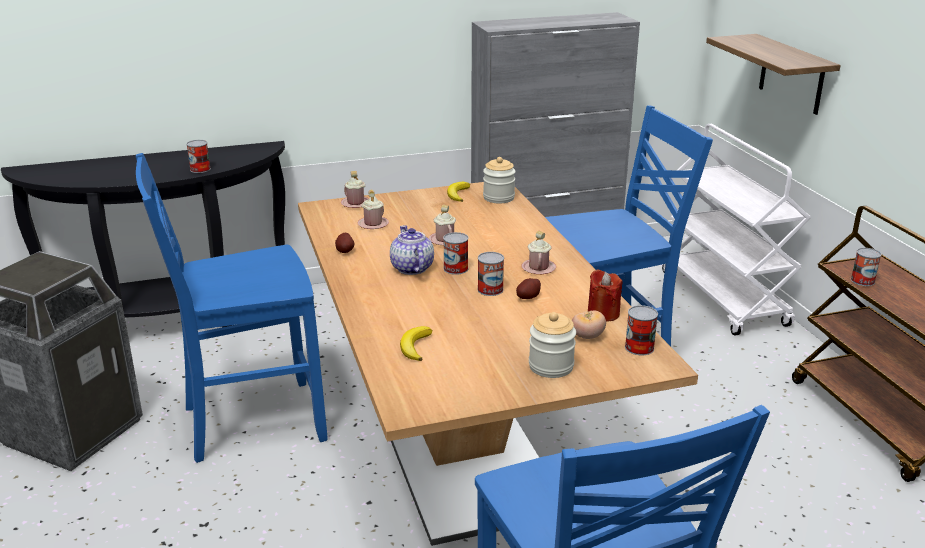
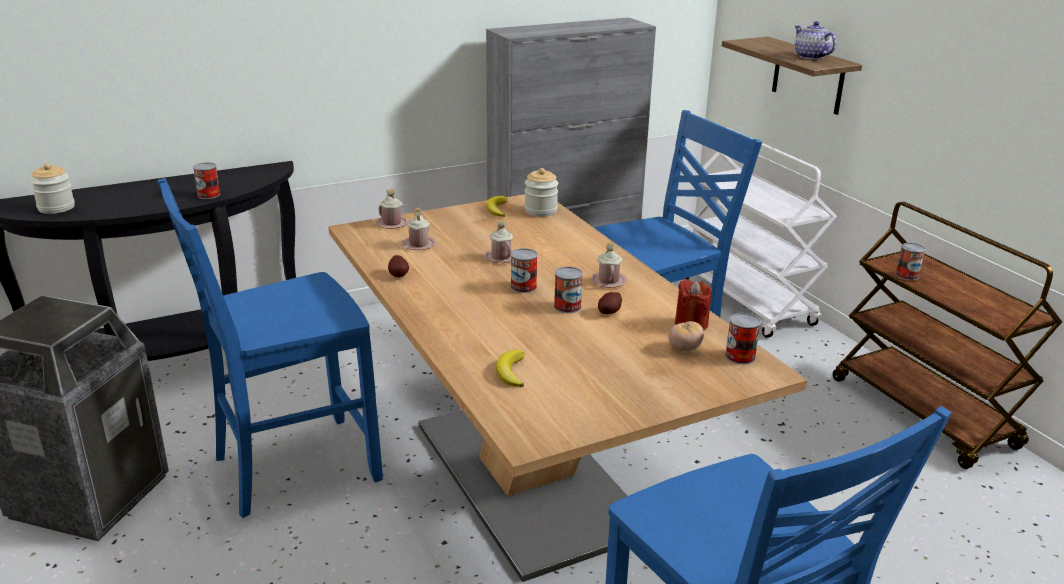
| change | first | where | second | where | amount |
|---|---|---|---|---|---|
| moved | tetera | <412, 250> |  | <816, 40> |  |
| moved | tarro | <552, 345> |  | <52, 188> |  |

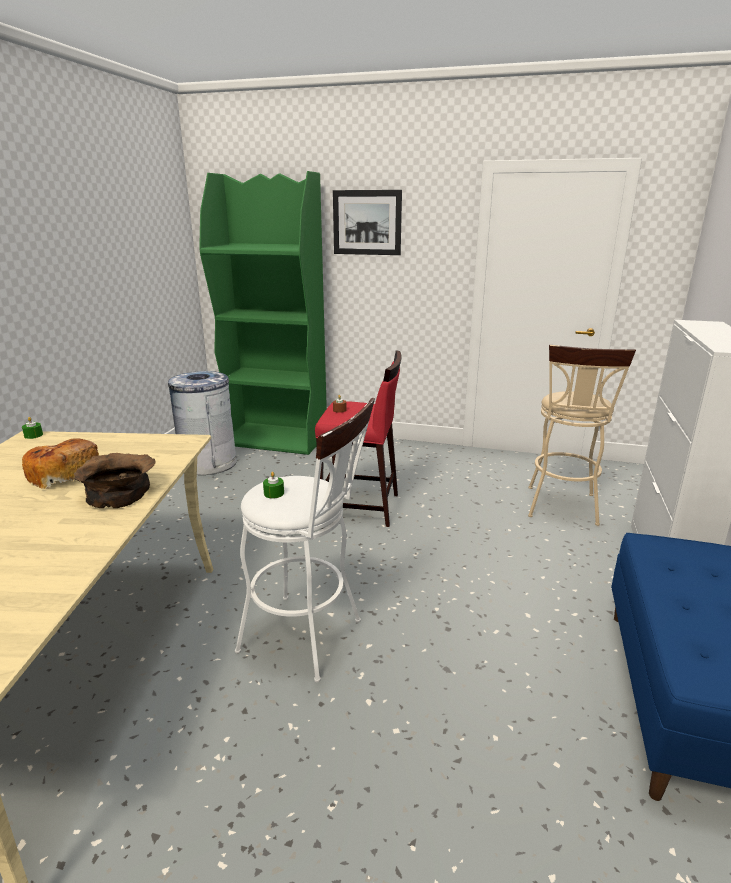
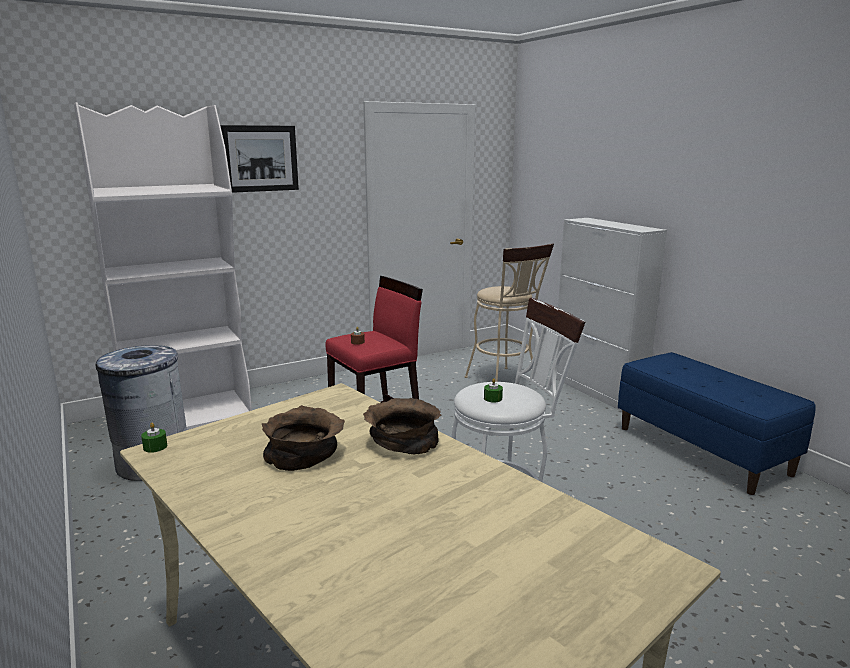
| change | first | where | second | where | amount |
|---|---|---|---|---|---|
| replaced | pan | <60, 463> | cuenco/marrón | <303, 438> |  |
| recoloured | estantería/verde | <263, 313> | estantería/blanco | <163, 266> |  |

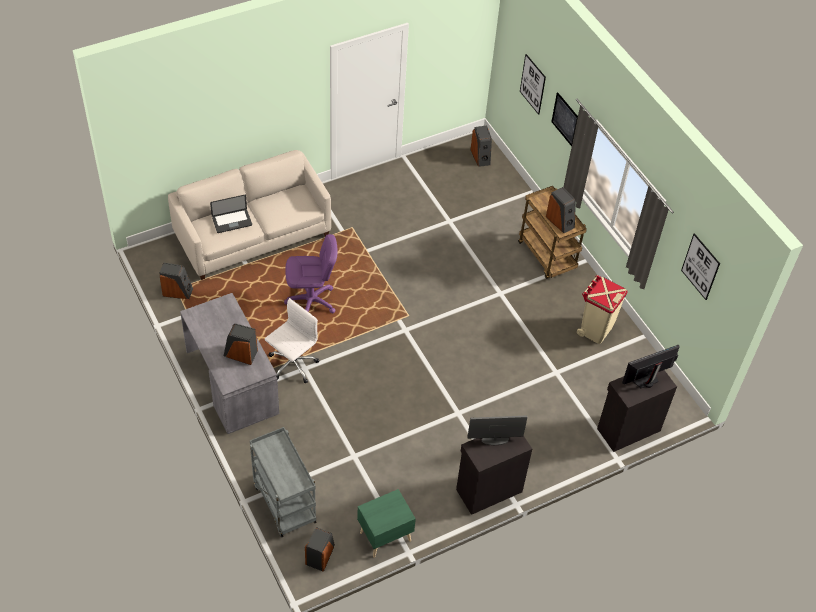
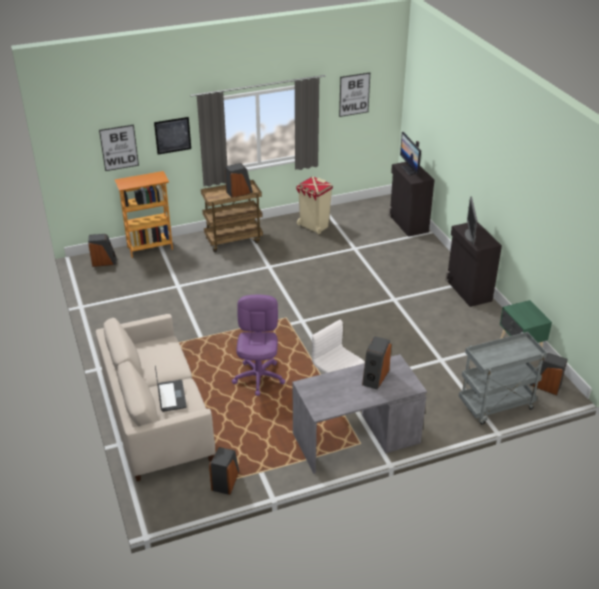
| change | first | where | second | where | amount |
|---|---|---|---|---|---|
| added |  |  | estantería | <143, 214> |  |

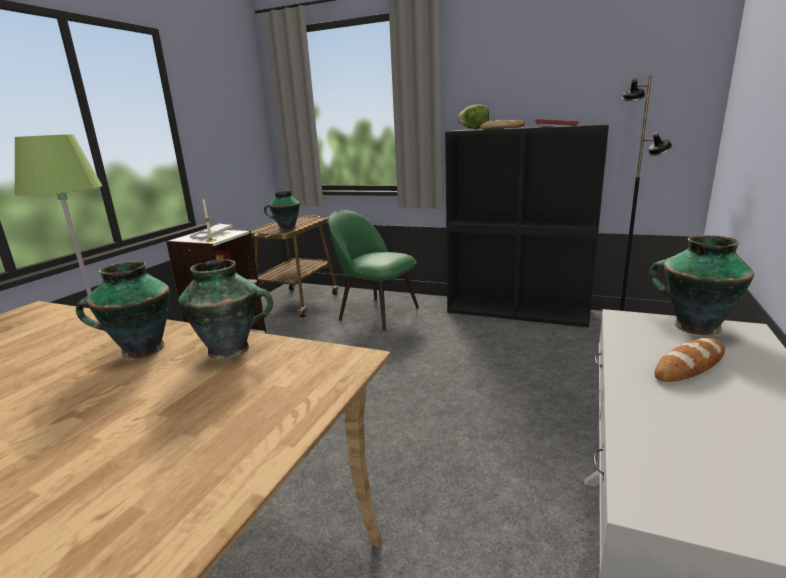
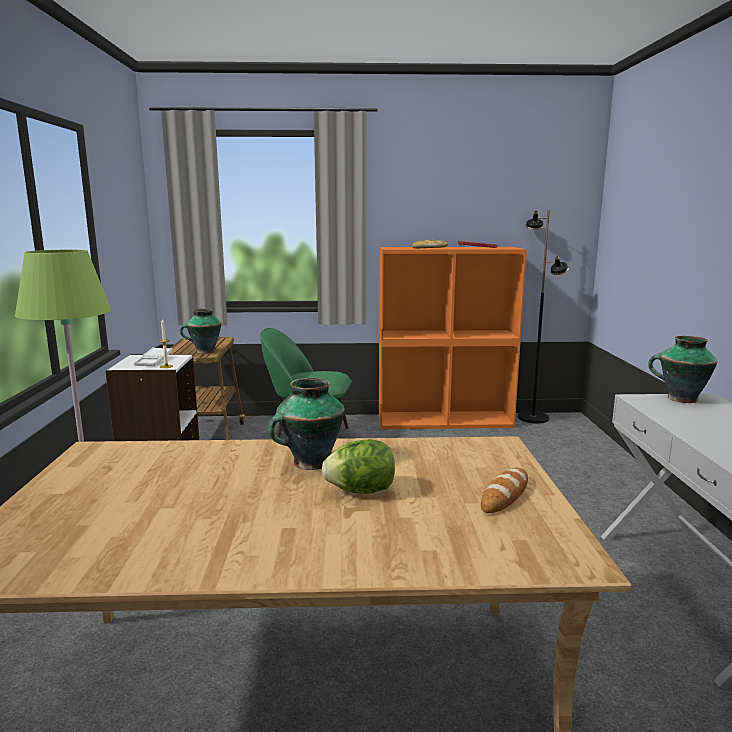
| change | first | where | second | where | amount |
|---|---|---|---|---|---|
| removed | florero | <225, 309> |  |  |  |
| moved | lechuga | <473, 116> |  | <358, 466> |  |
| moved | pan | <689, 360> |  | <504, 490> |  |
| recoloured | estantería/negro | <527, 226> | estantería/naranja | <453, 338> |  |

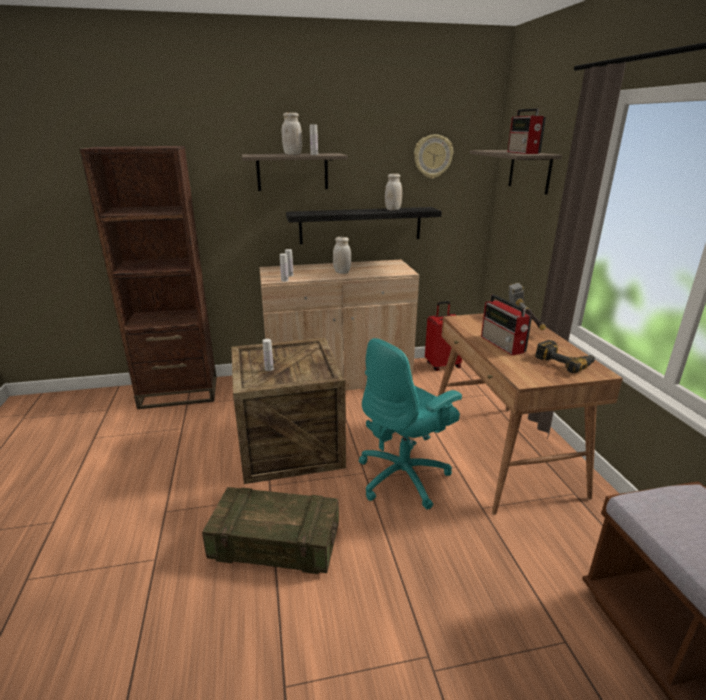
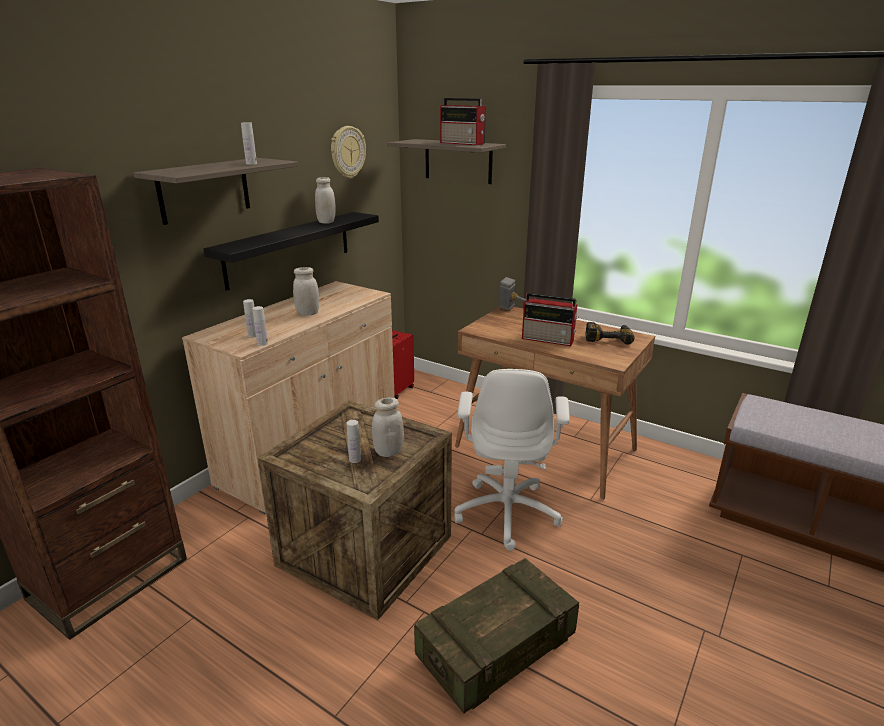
| change | first | where | second | where | amount |
|---|---|---|---|---|---|
| moved | tarro/blanco | <292, 134> |  | <388, 427> |  |
| recoloured | silla de oficina/turquesa | <410, 423> | silla de oficina/blanco | <512, 460> |  |

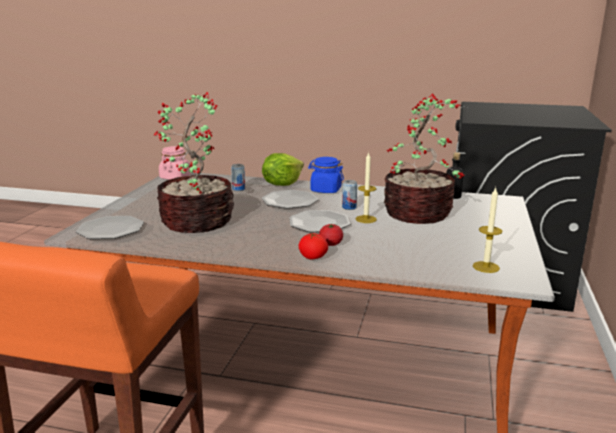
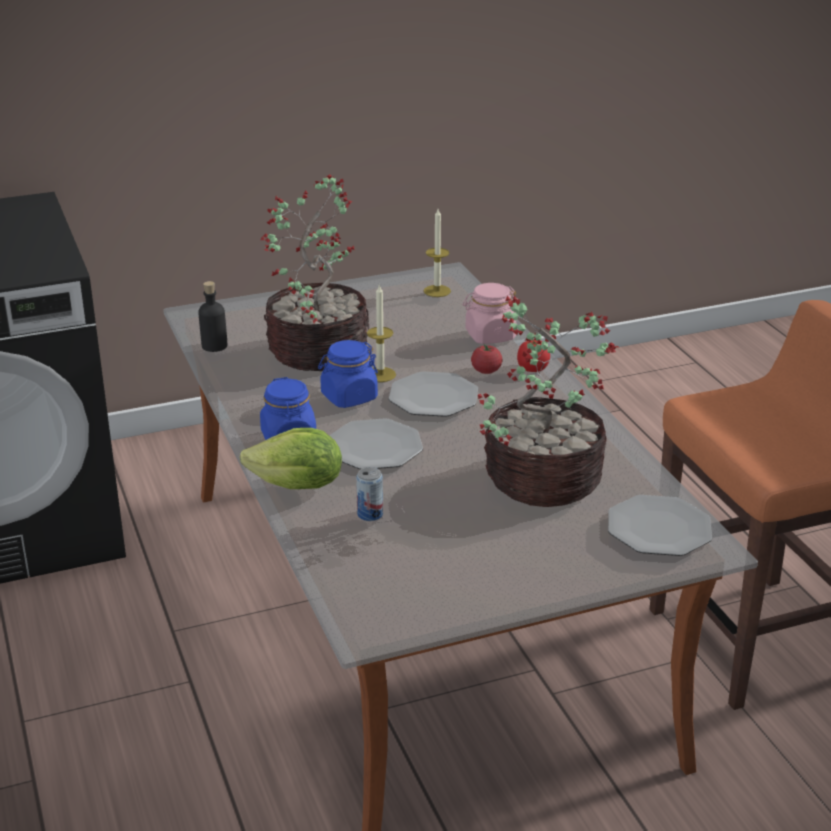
| change | first | where | second | where | amount |
|---|---|---|---|---|---|
| moved | tarro/rosa | <175, 163> |  | <490, 313> |  |
| replaced | lata | <349, 195> | tarro/azul | <348, 374> |  |

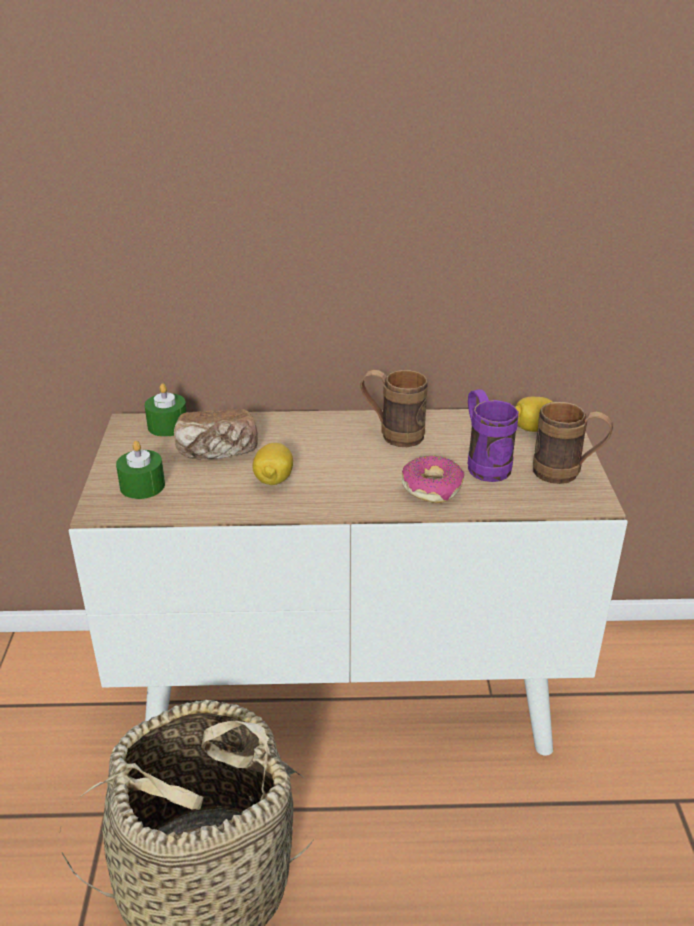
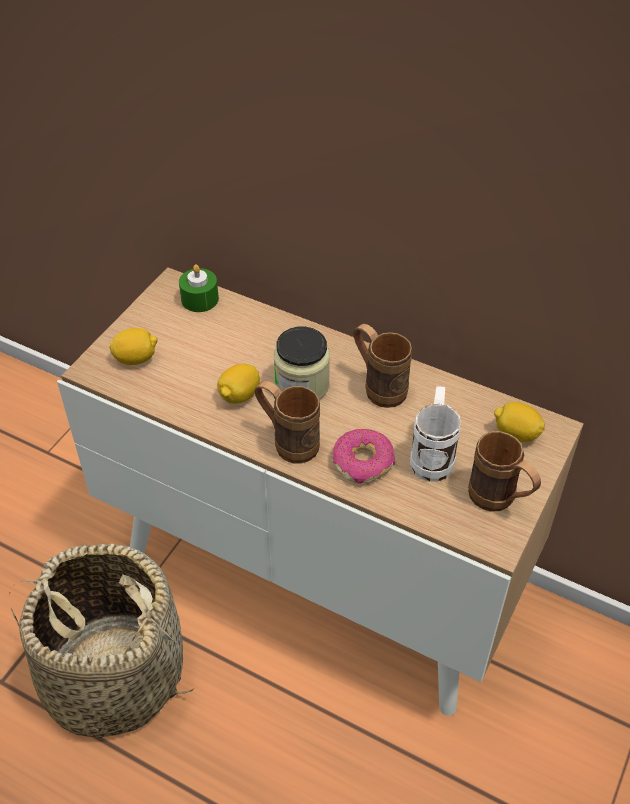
| change | first | where | second | where | amount |
|---|---|---|---|---|---|
| removed | pan | <216, 434> |  |  |  |
| added |  |  | taza grande/marrón | <287, 422> |  |
| added |  |  | tarro | <302, 362> |  |
| replaced | vela/verde | <140, 470> | limón | <134, 346> |  |
| recoloured | taza grande/morado | <493, 435> | taza grande/blanco | <435, 434> |  |

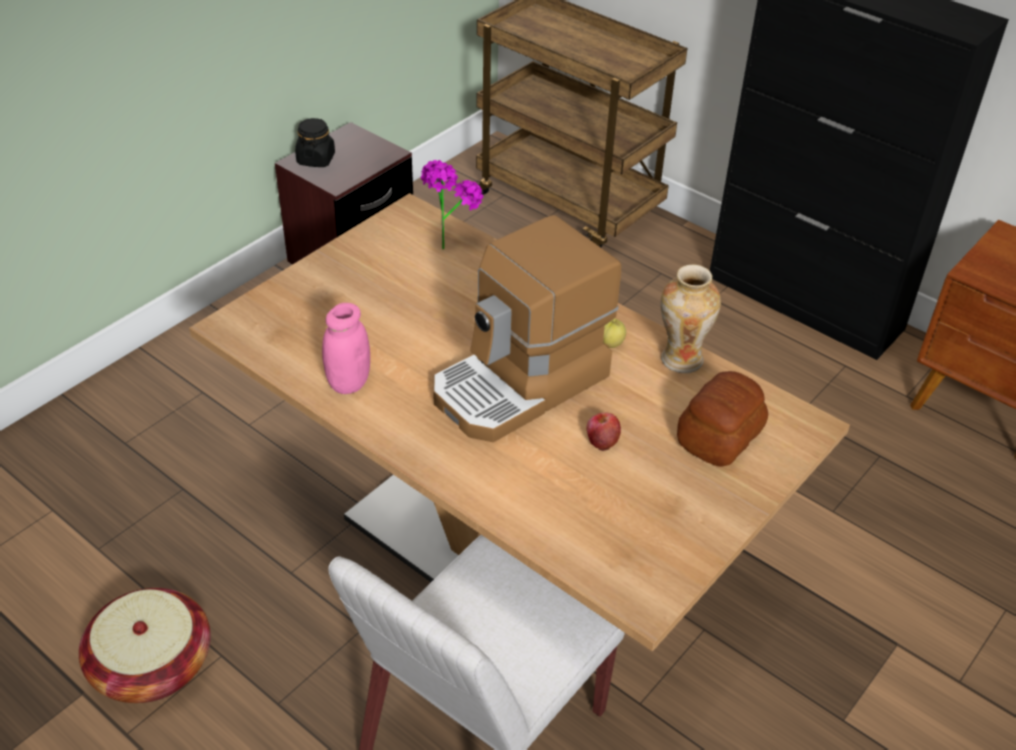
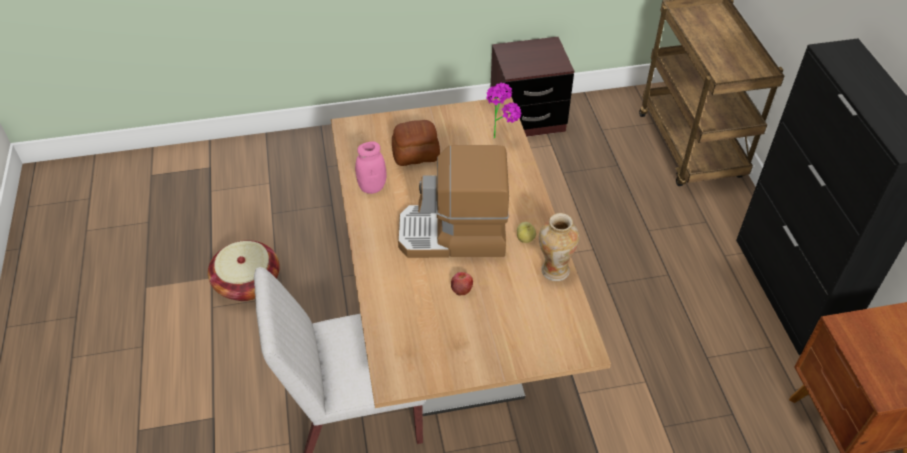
| change | first | where | second | where | amount |
|---|---|---|---|---|---|
| removed | tarro/negro | <315, 142> |  |  |  |
| moved | pan | <722, 419> |  | <416, 143> |  |

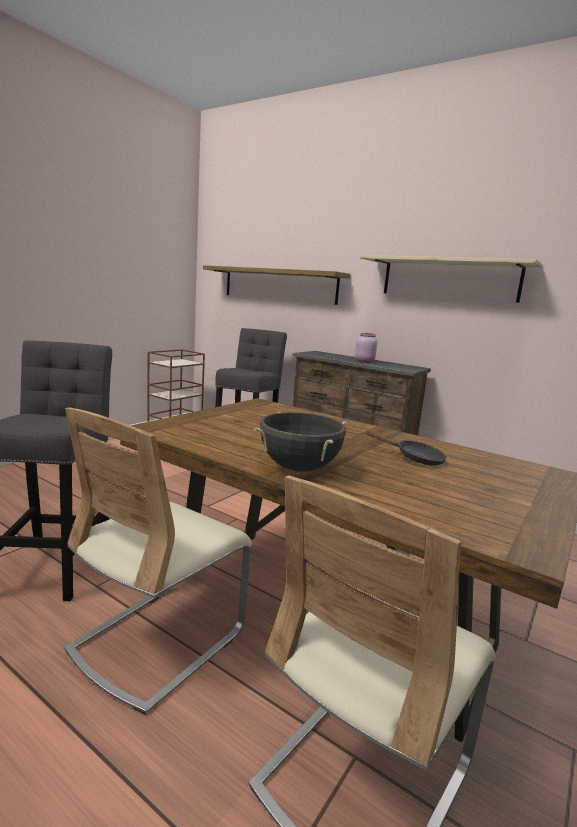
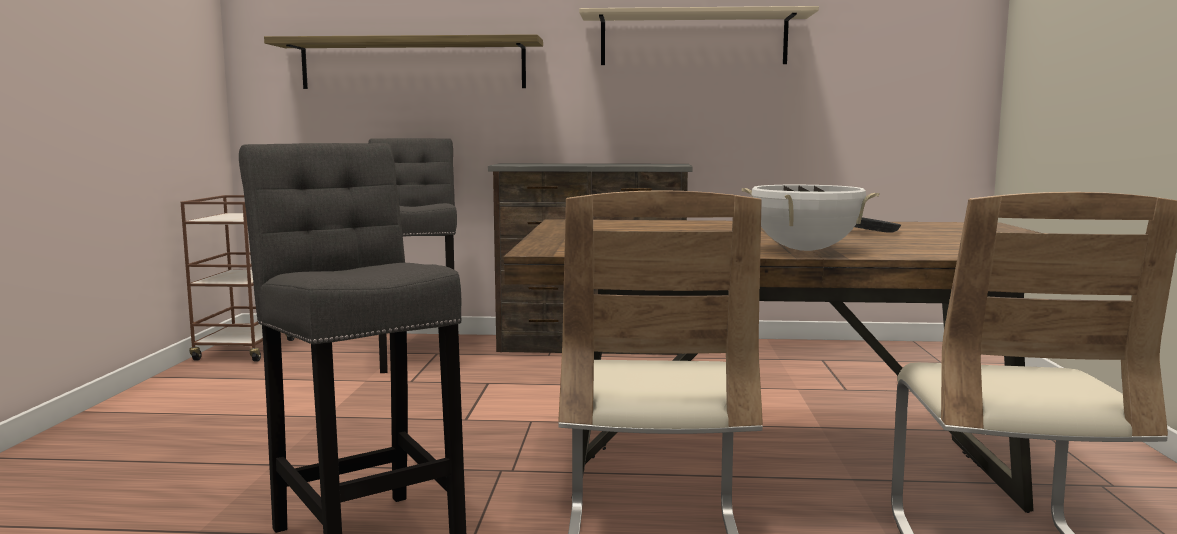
| change | first | where | second | where | amount |
|---|---|---|---|---|---|
| removed | tarro/rosa | <366, 347> |  |  |  |
| recoloured | olla/negro | <301, 441> | olla/blanco | <810, 218> |  |

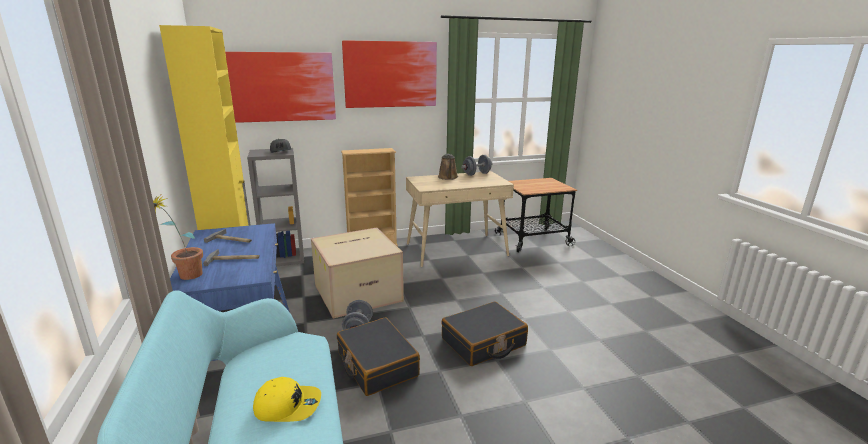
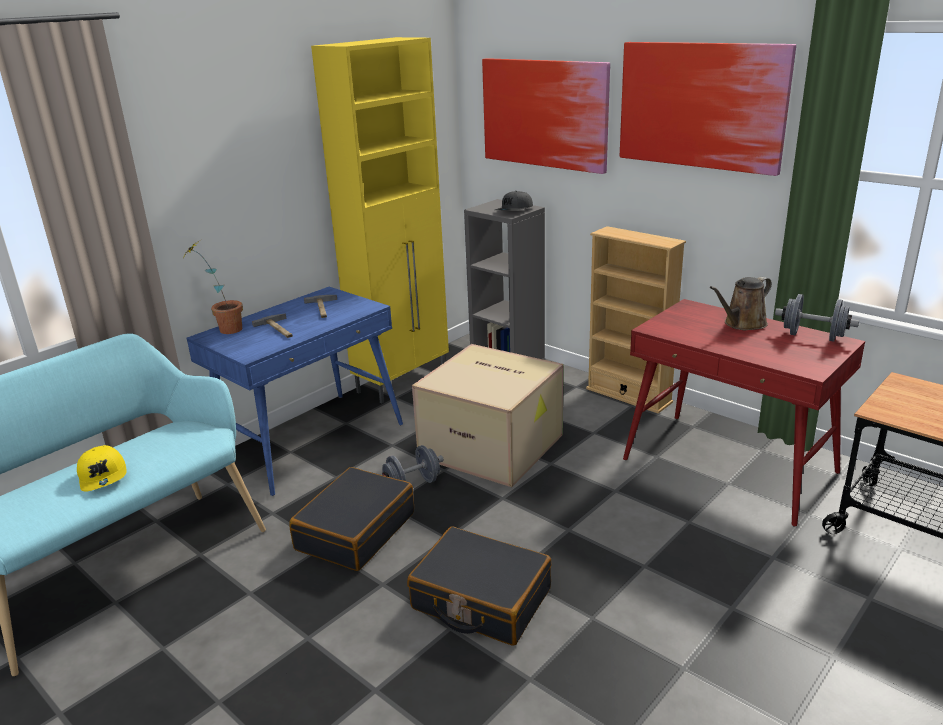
| change | first | where | second | where | amount |
|---|---|---|---|---|---|
| recoloured | escritorio/beis | <460, 219> | escritorio/rojo | <744, 413> |  |

